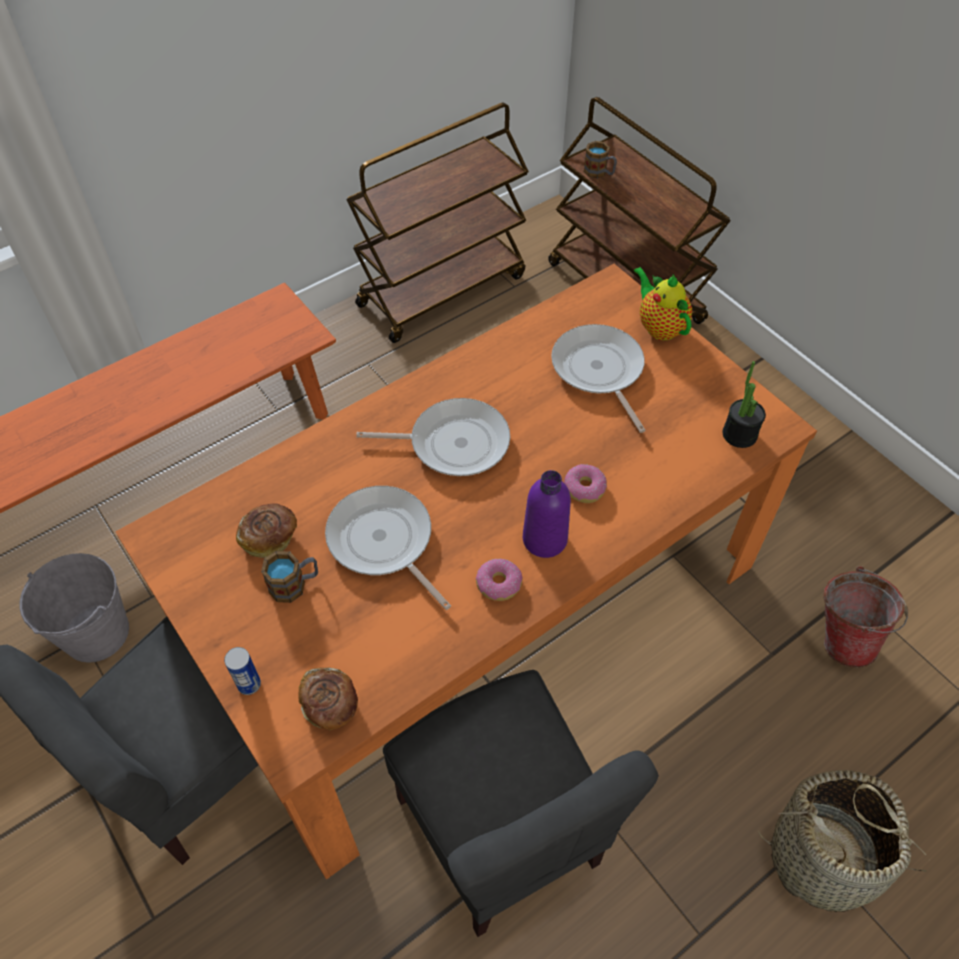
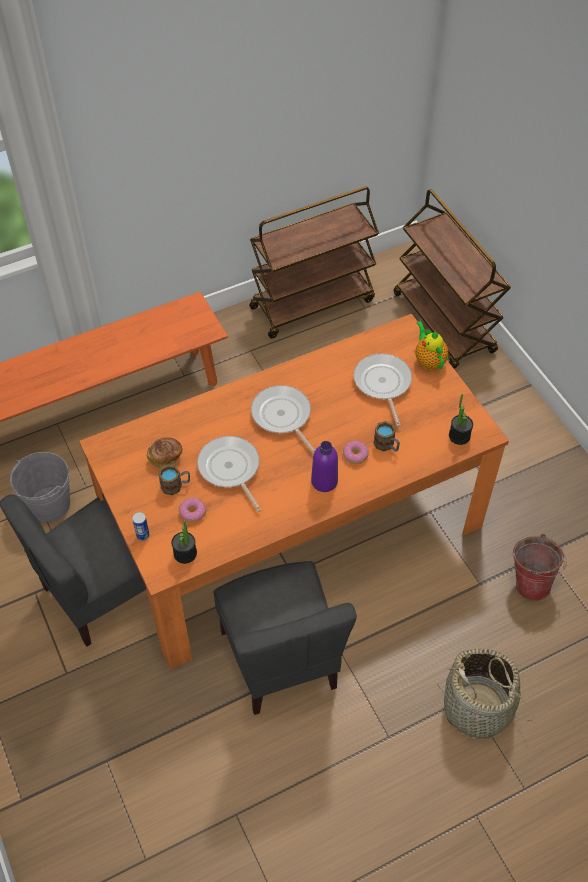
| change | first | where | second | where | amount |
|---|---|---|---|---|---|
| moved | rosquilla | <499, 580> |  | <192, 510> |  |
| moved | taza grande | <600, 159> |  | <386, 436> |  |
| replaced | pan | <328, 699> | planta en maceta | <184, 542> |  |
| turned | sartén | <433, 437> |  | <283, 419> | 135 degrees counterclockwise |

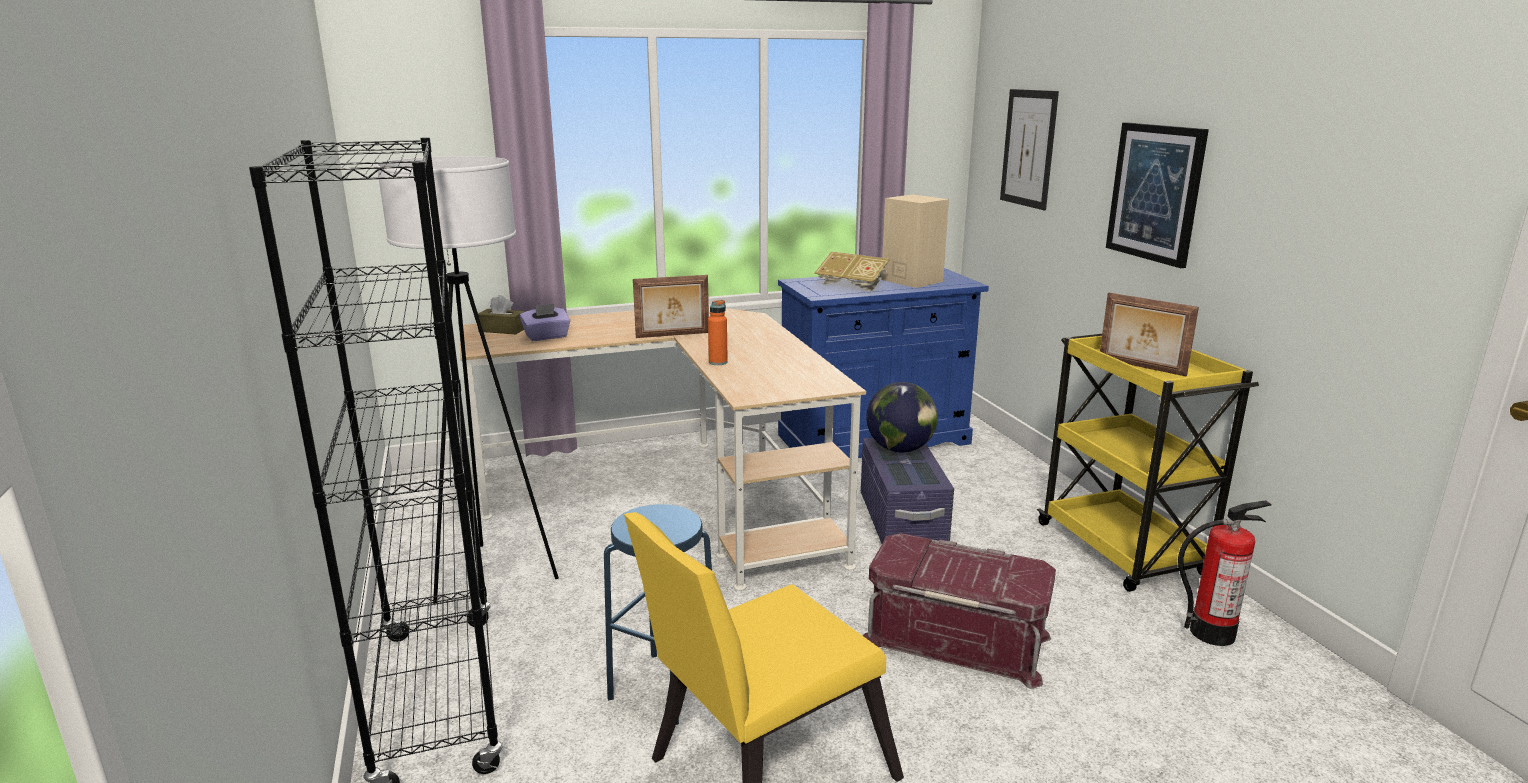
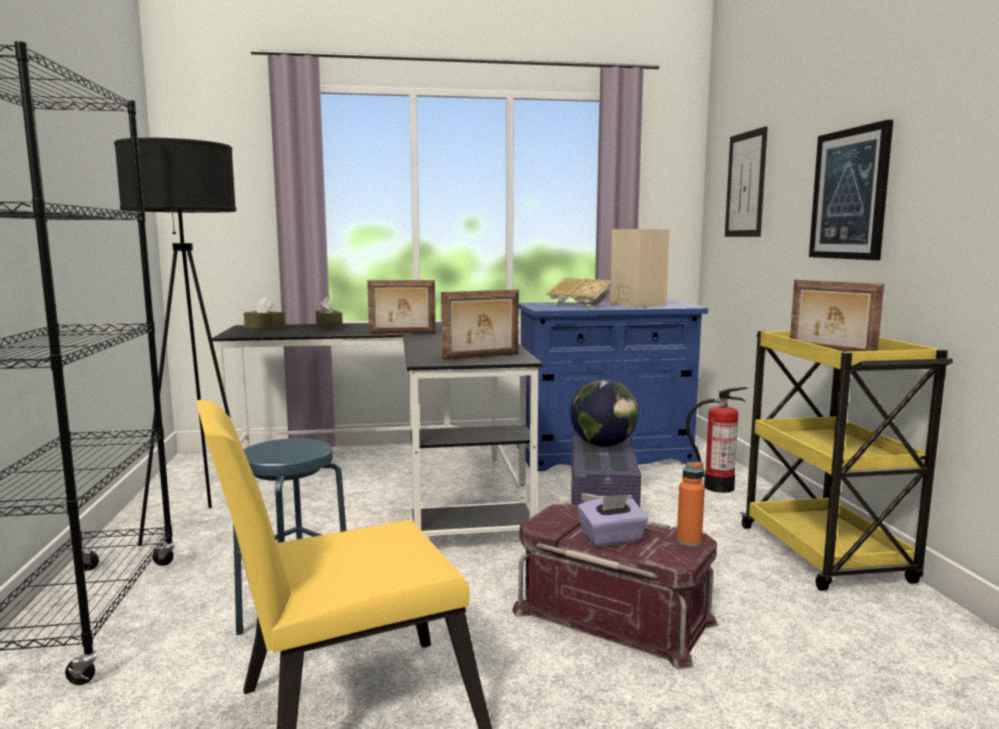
| change | first | where | second | where | amount |
|---|---|---|---|---|---|
| added |  |  | caja de pañuelos/marrón | <329, 313> |  |
| added |  |  | portarretratos | <480, 325> |  |
| moved | caja de pañuelos/morado | <545, 322> |  | <612, 520> |  |
| moved | botella/naranja | <718, 332> |  | <691, 504> |  |
| moved | extintor | <1225, 573> |  | <717, 440> |  |
| recoloured | lámpara de pie/blanco | <467, 380> | lámpara de pie/negro | <175, 342> |  |
| recoloured | escritorio/beis | <662, 448> | escritorio/negro | <377, 429> |  |

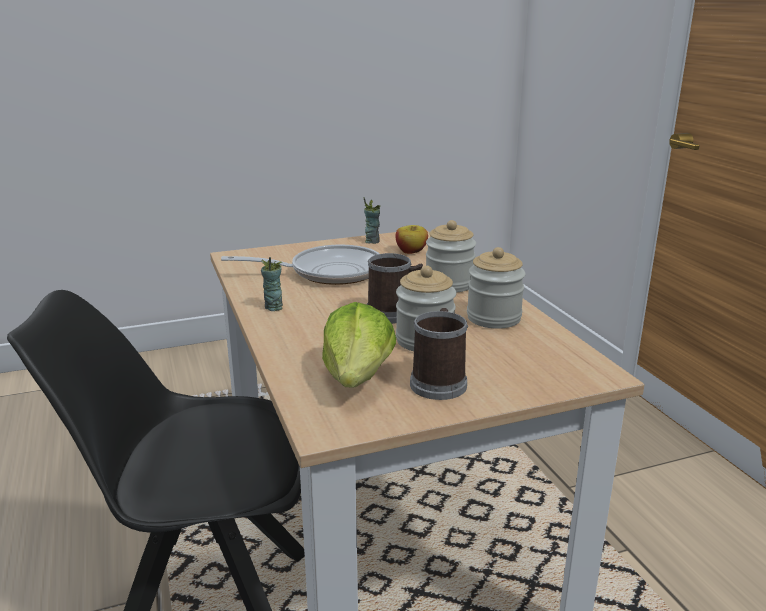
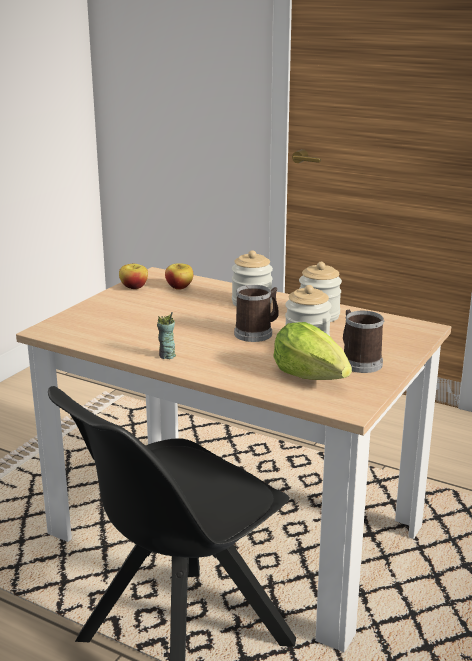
| change | first | where | second | where | amount |
|---|---|---|---|---|---|
| removed | sartén | <300, 265> |  |  |  |
| replaced | taza | <371, 220> | manzana | <133, 276> |  |

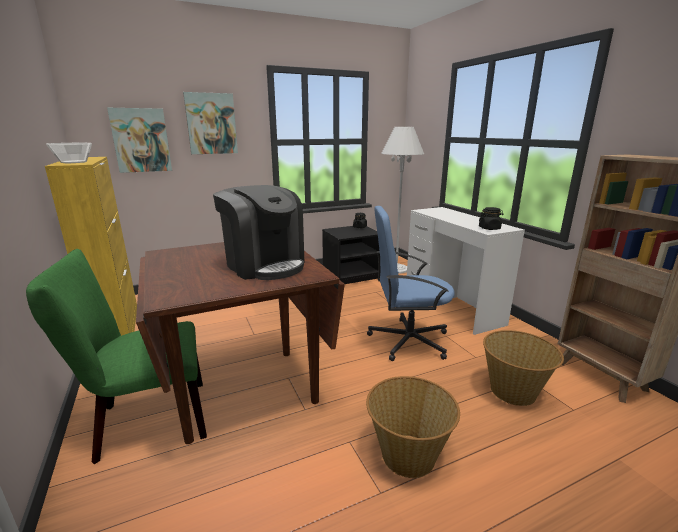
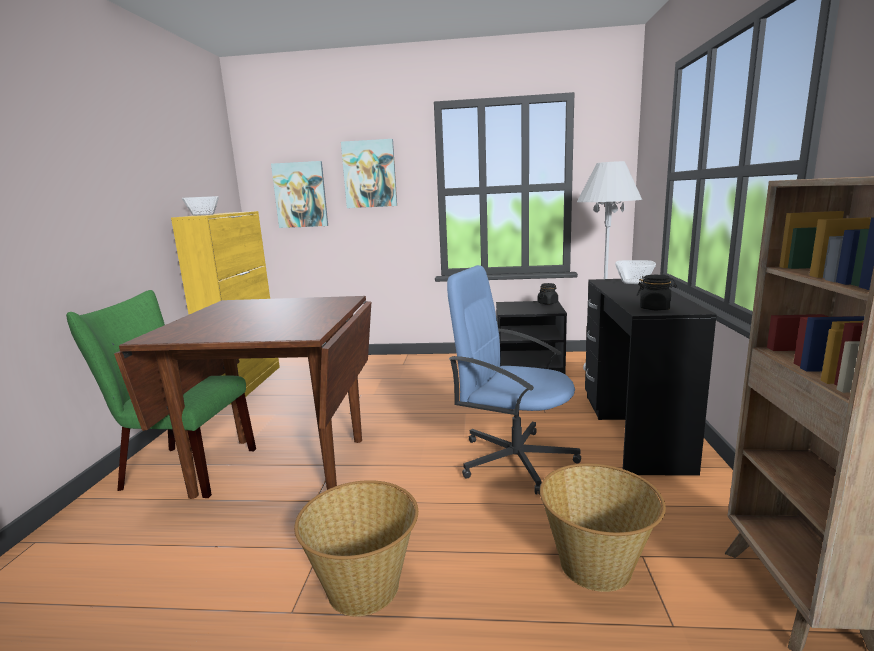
| change | first | where | second | where | amount |
|---|---|---|---|---|---|
| removed | cafetera | <259, 232> |  |  |  |
| added |  |  | cuenco | <635, 272> |  |
| recoloured | escritorio/blanco | <466, 271> | escritorio/negro | <651, 377> |  |

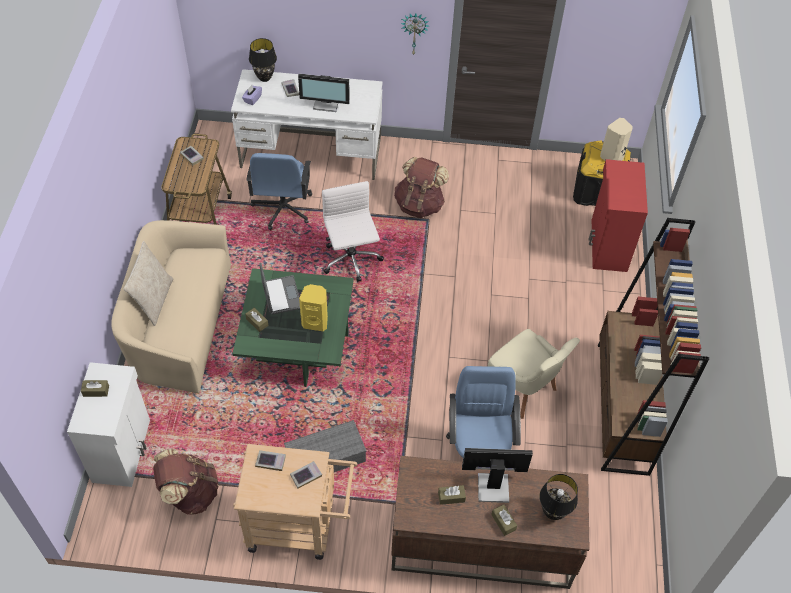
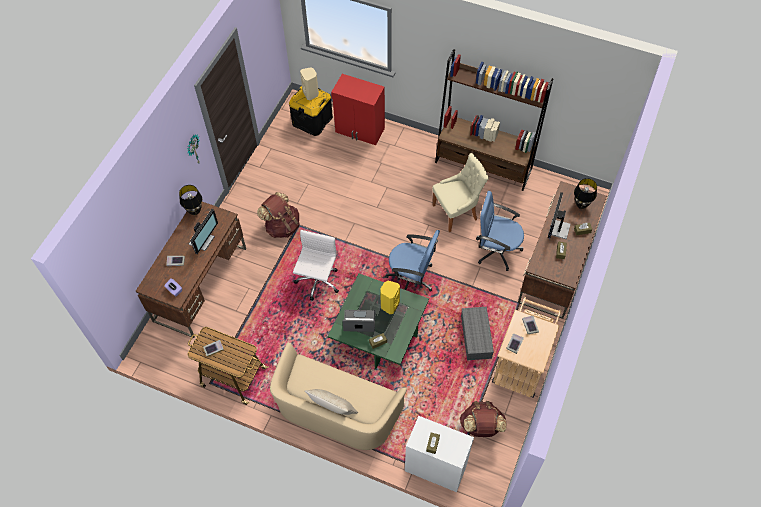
| change | first | where | second | where | amount |
|---|---|---|---|---|---|
| moved | silla de oficina/azul | <279, 191> |  | <412, 261> |  |
| moved | lámpara de mesa/negro | <263, 60> |  | <190, 200> |  |
| recoloured | escritorio/blanco | <307, 124> | escritorio/marrón | <191, 270> |  |
| turned | silla de oficina/blanco | <353, 231> |  | <316, 265> | 105 degrees clockwise |

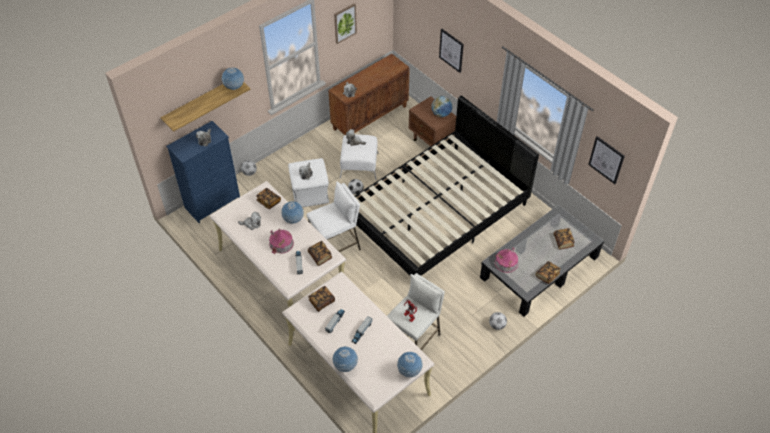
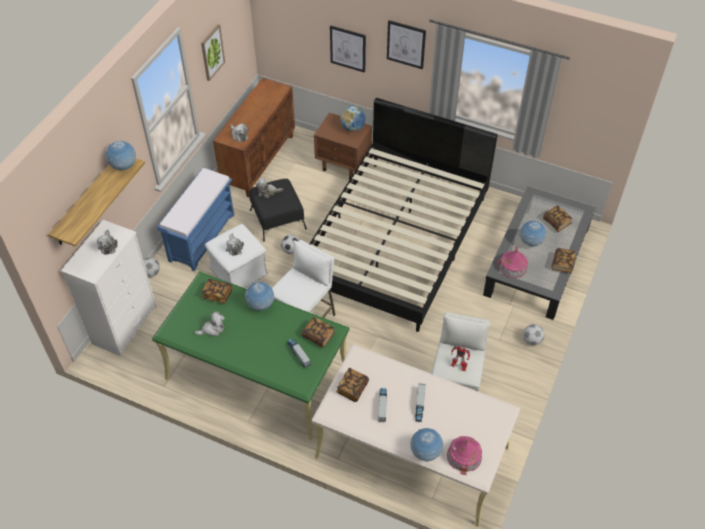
| change | first | where | second | where | amount |
|---|---|---|---|---|---|
| added |  |  | banco/azul | <195, 219> |  |
| moved | casita | <281, 241> |  | <464, 455> |  |
| moved | globo terráqueo | <410, 364> |  | <533, 234> |  |
| moved | cuadro | <606, 160> |  | <406, 44> |  |
| recoloured | cómoda/azul | <203, 172> | cómoda/blanco | <109, 288> |  |
| recoloured | escritorio/beis | <278, 256> | escritorio/verde | <250, 356> |  |
| recoloured | puf/blanco | <359, 157> | puf/negro | <278, 210> |  |

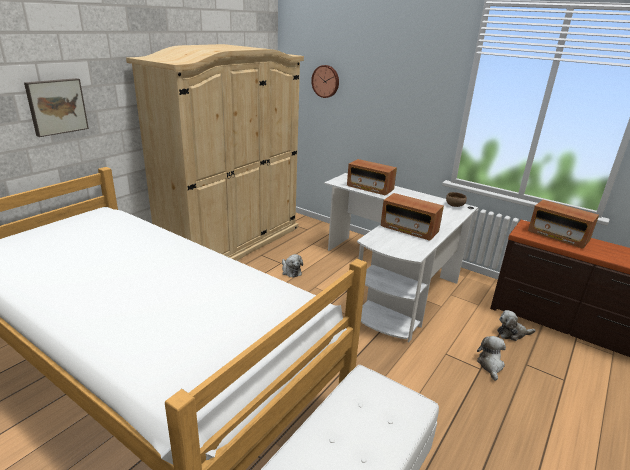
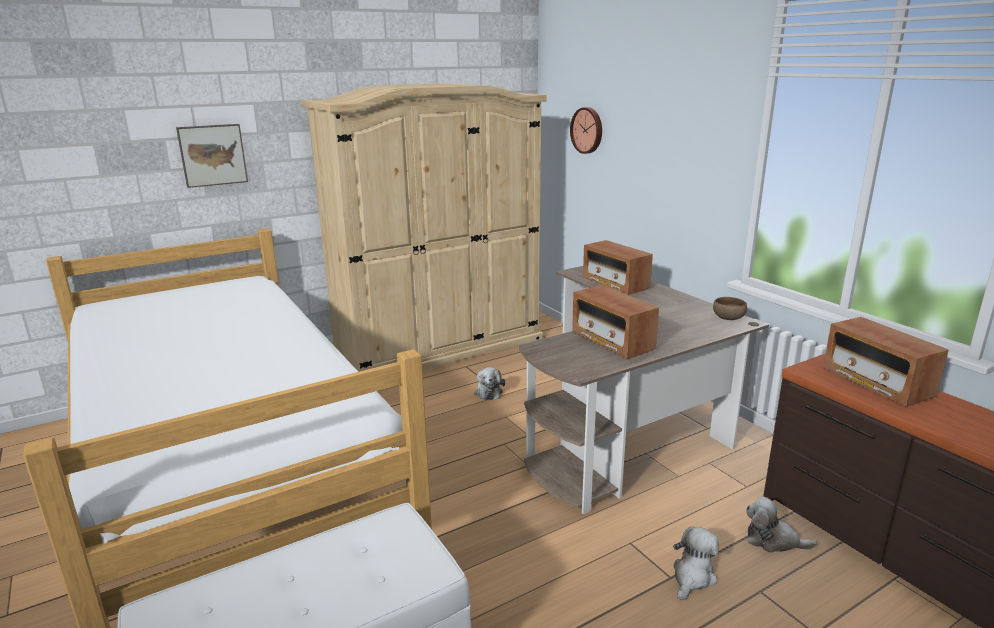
| change | first | where | second | where | amount |
|---|---|---|---|---|---|
| recoloured | escritorio/blanco | <401, 257> | escritorio/marrón | <644, 390> |  |

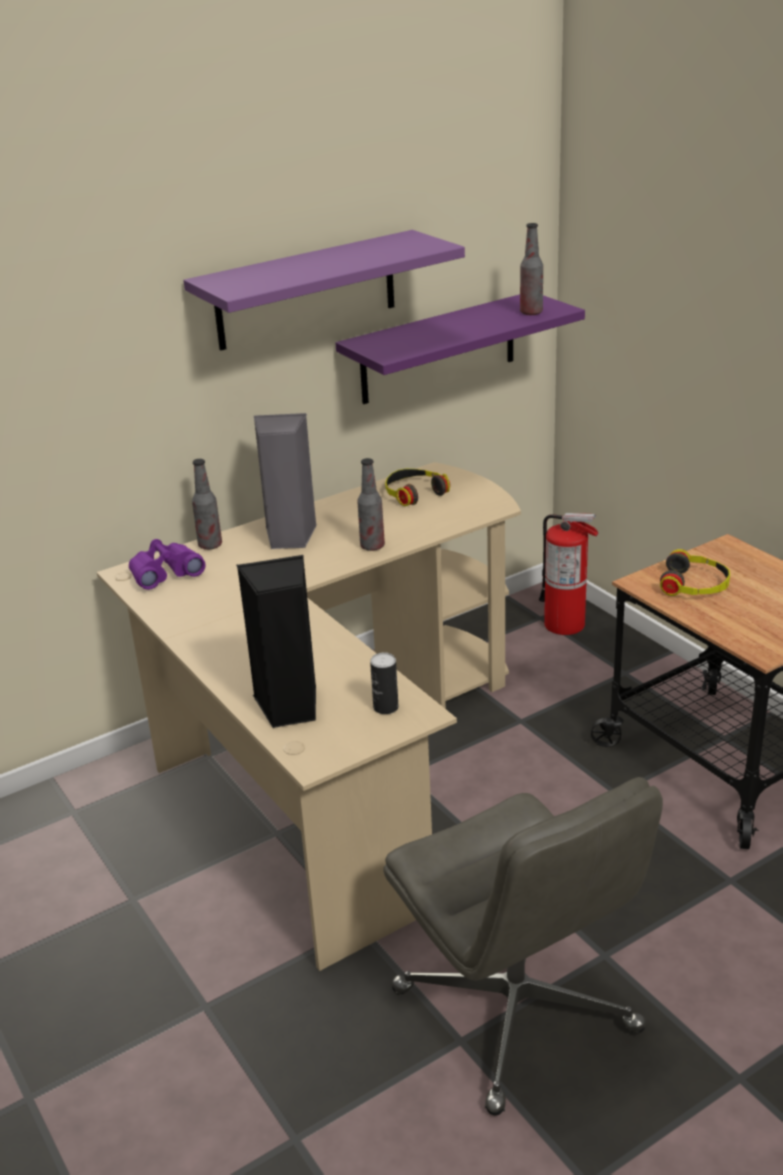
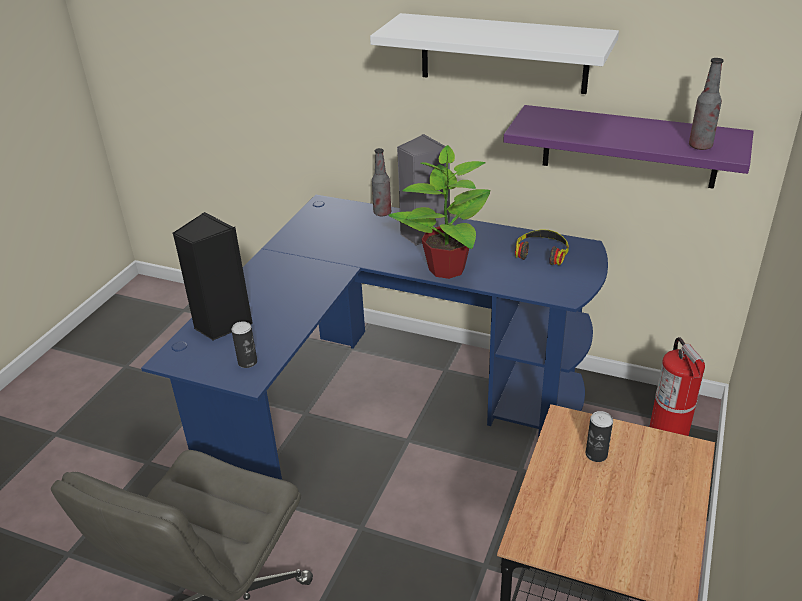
| change | first | where | second | where | amount |
|---|---|---|---|---|---|
| removed | prismáticos/morado | <167, 564> |  |  |  |
| replaced | botella | <371, 504> | planta en maceta | <439, 212> |  |
| replaced | auriculares | <695, 572> | lata | <599, 436> |  |
| recoloured | escritorio/beis | <309, 716> | escritorio/azul | <374, 337> |  |
| recoloured | estante/morado | <324, 290> | estante/blanco | <494, 53> |  |

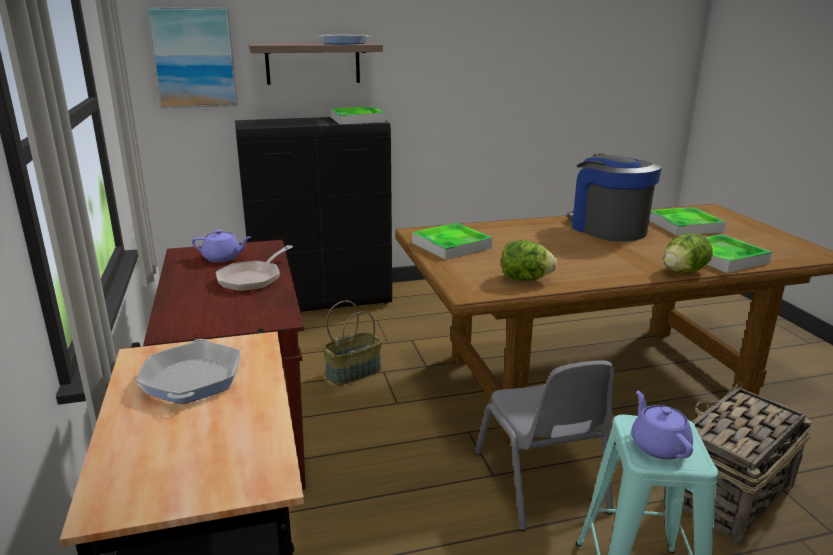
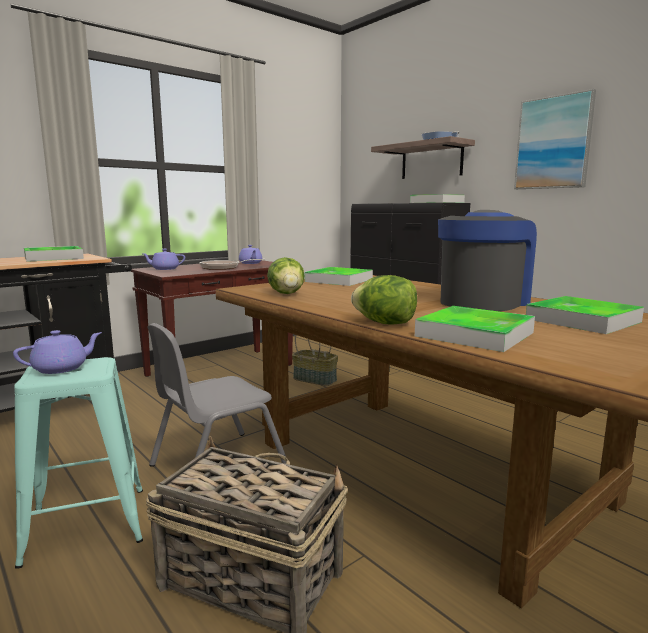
| change | first | where | second | where | amount |
|---|---|---|---|---|---|
| added |  |  | tetera/morado | <163, 259> |  |
| moved | cuadro | <192, 57> |  | <555, 139> |  |
| replaced | sartén | <188, 371> | bandeja | <54, 254> |  |

